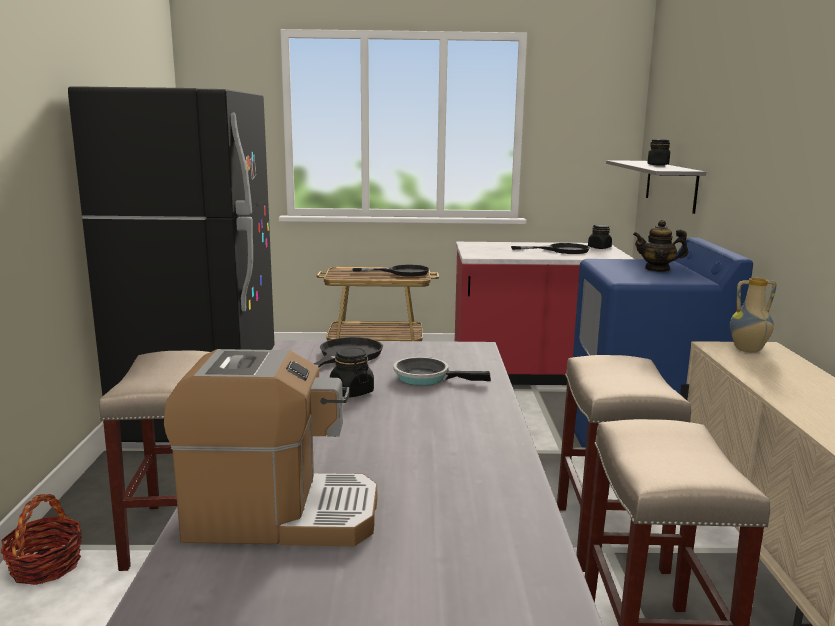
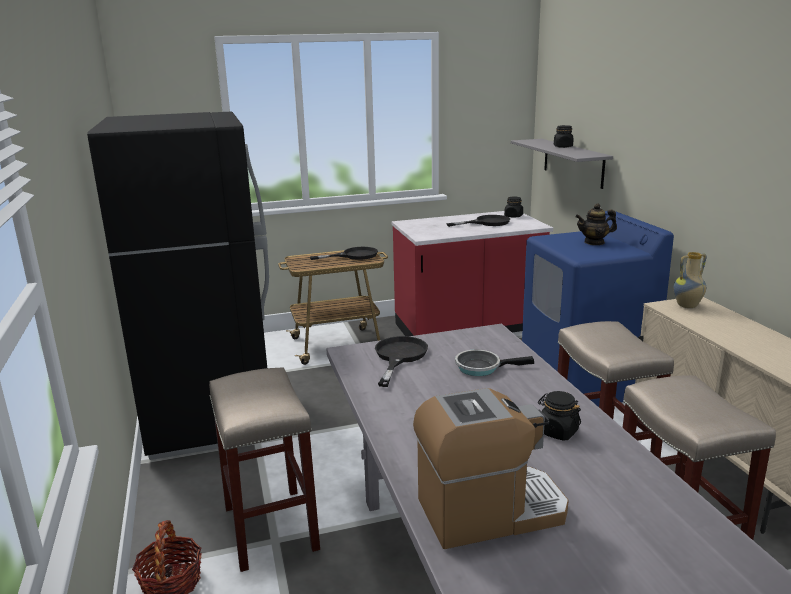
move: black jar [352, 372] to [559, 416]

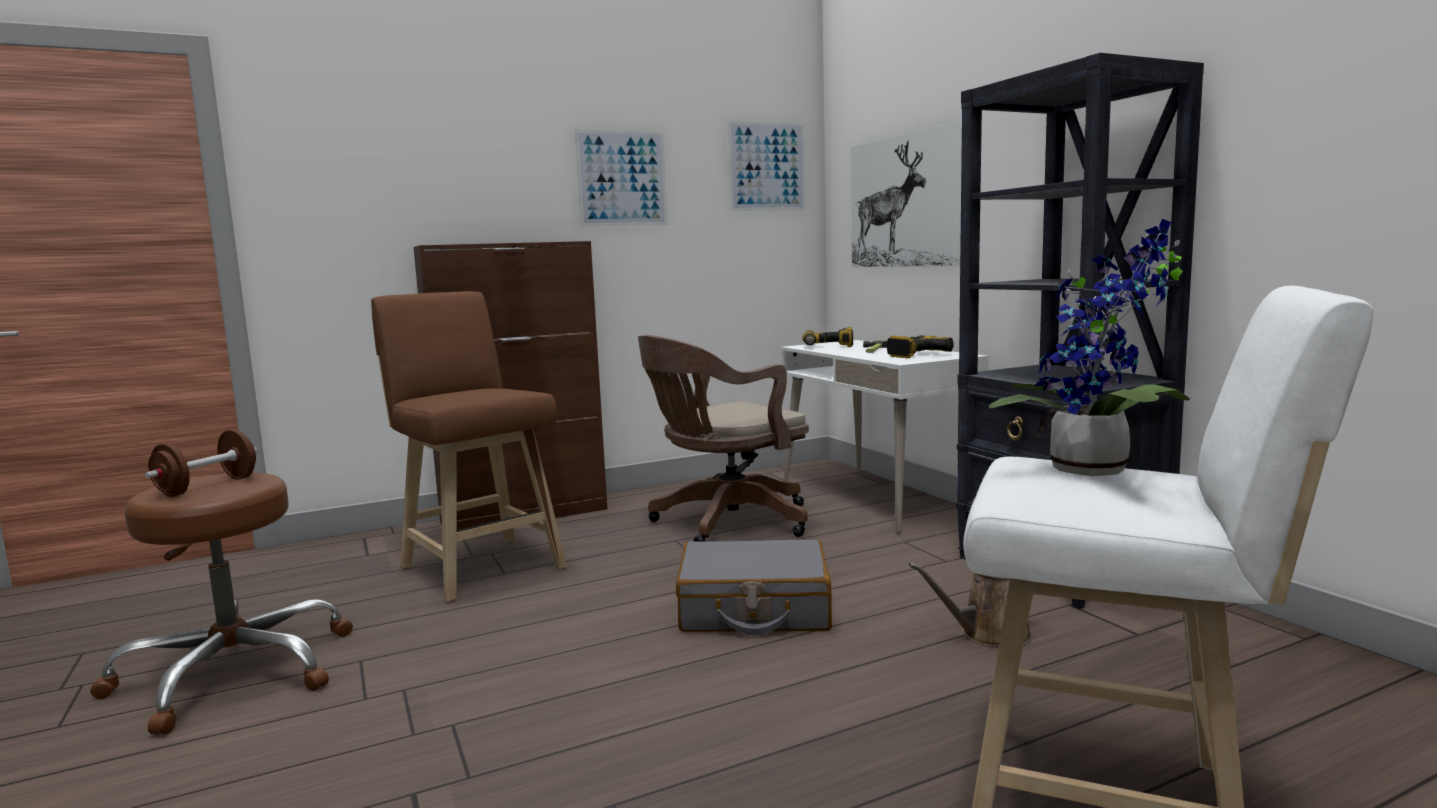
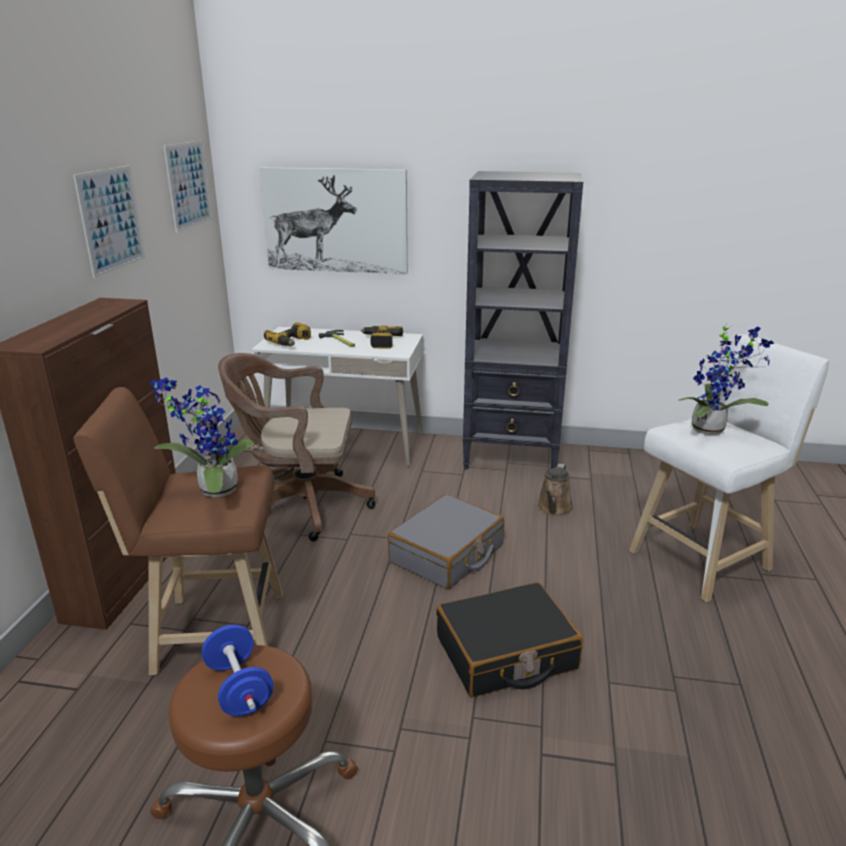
insert: potted plant [202, 437]; black suitcase [509, 639]
recolor: brown dumbbell [201, 463] to blue dumbbell [238, 670]
rotate: brown office chair [723, 438] = [297, 447] 90 degrees clockwise

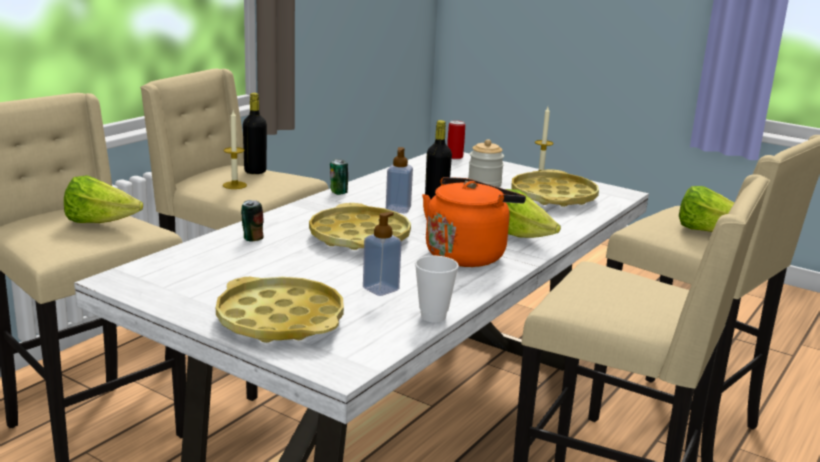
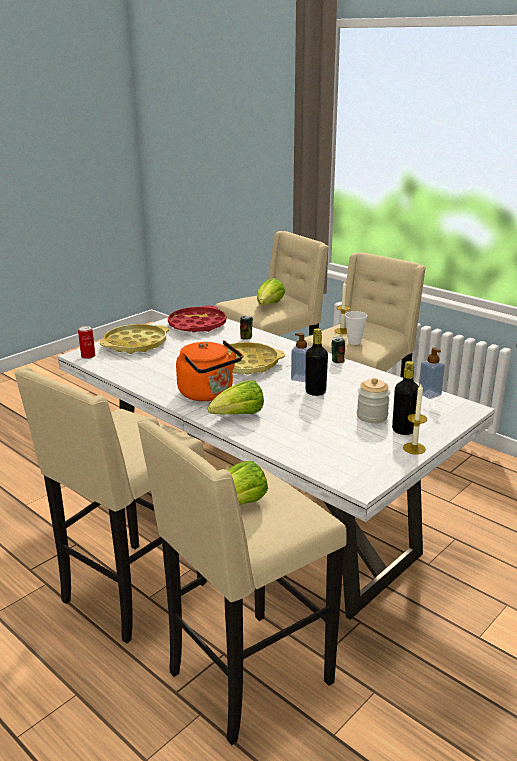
delete: yellow tray [555, 188]
insert: red tray [197, 318]
move: black bottle [255, 133] to [405, 398]; can [456, 139] to [86, 342]; soap dispenser [382, 254] to [432, 373]; cup [437, 289] to [356, 328]

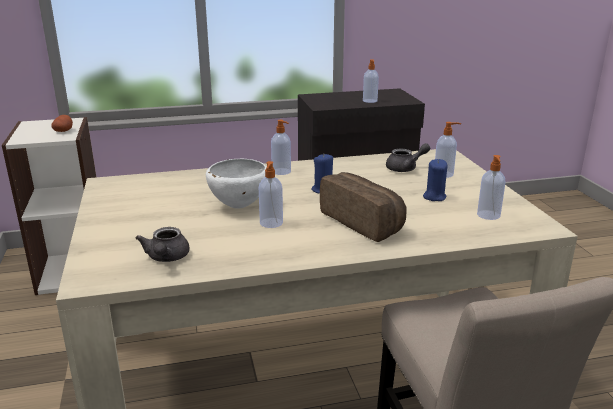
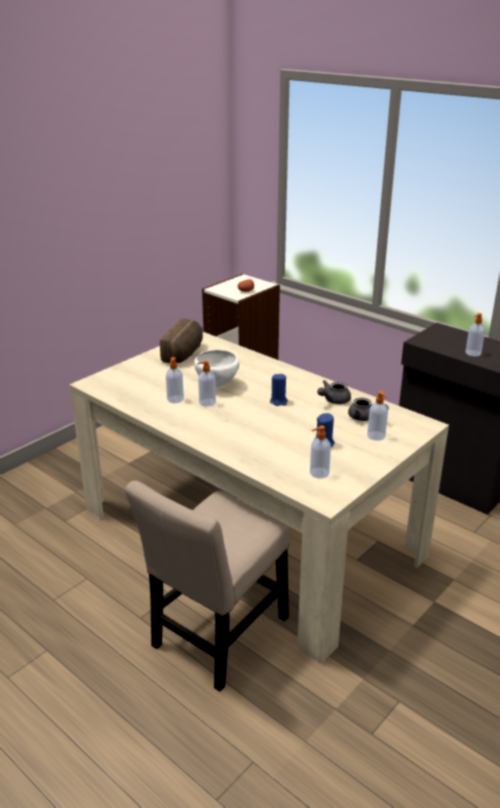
move: soap dispenser [281, 147] to [175, 380]; bread [363, 207] to [181, 341]; grey teapot [162, 244] to [334, 392]

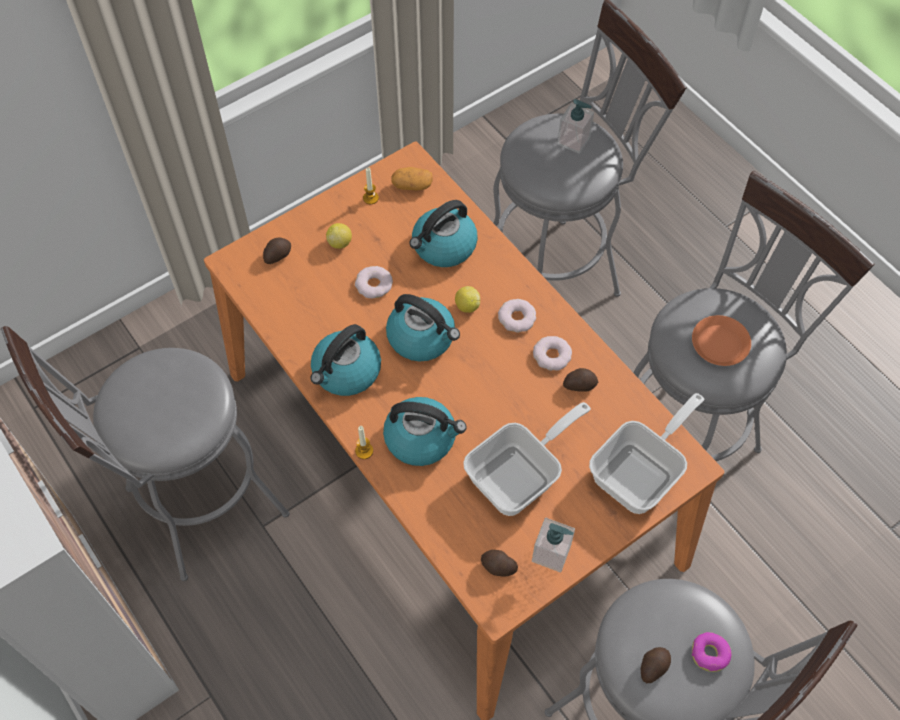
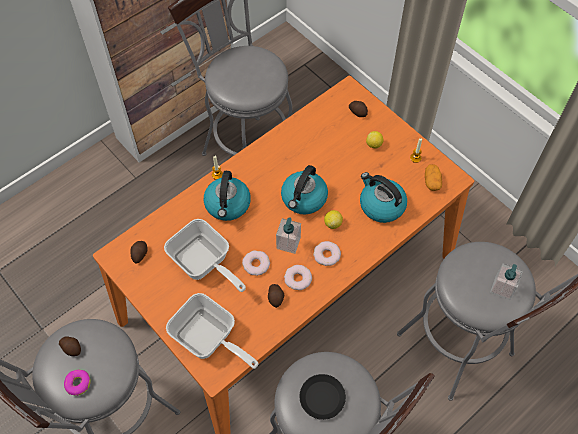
delete: kettle [345, 360]
move: donut [374, 282] to [256, 263]; soap dispenser [553, 545] to [288, 236]
recolor: orange plate [721, 340] to black plate [322, 397]

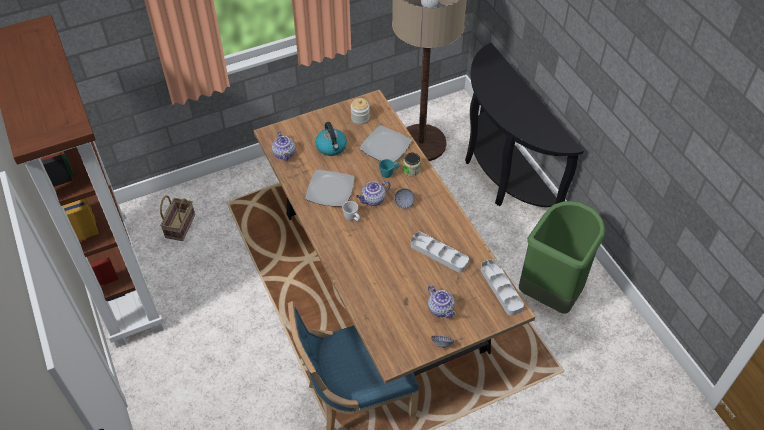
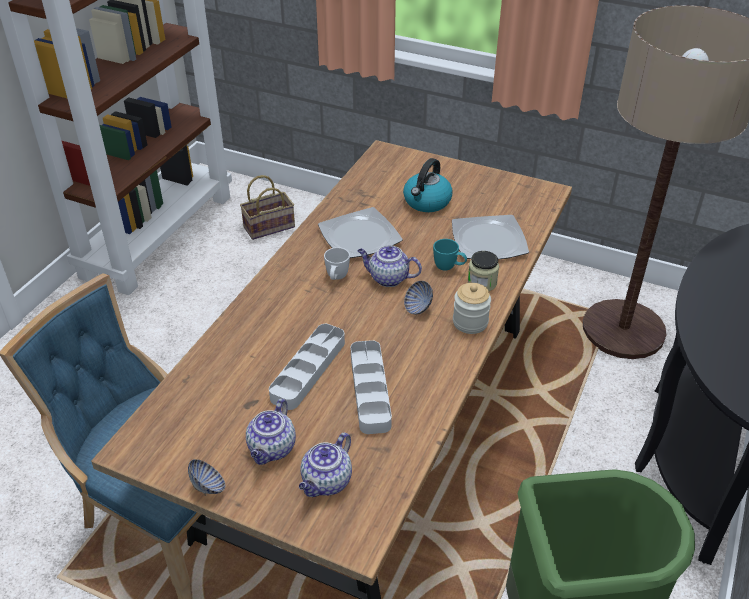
move: jar [360, 111] to [472, 308]; teapot [283, 146] to [325, 465]; grey tray [502, 287] to [307, 367]

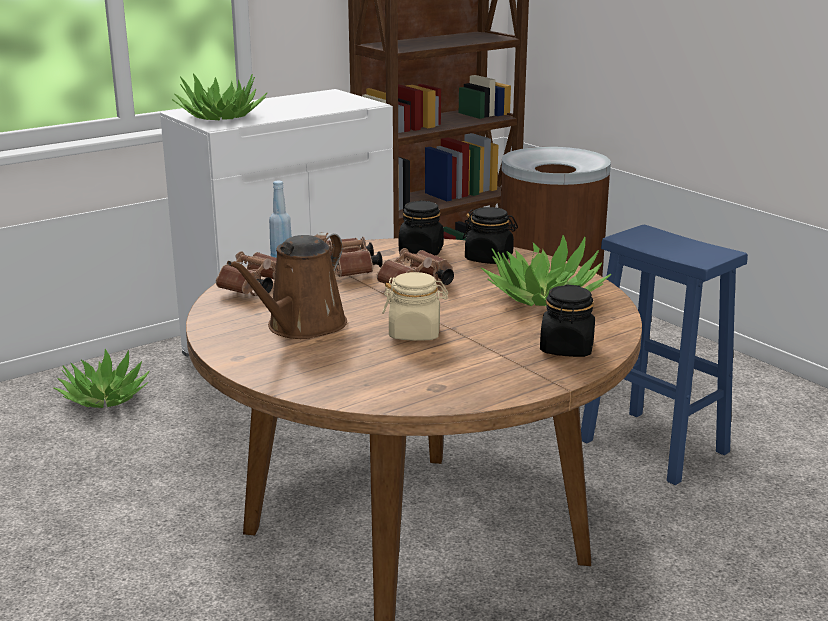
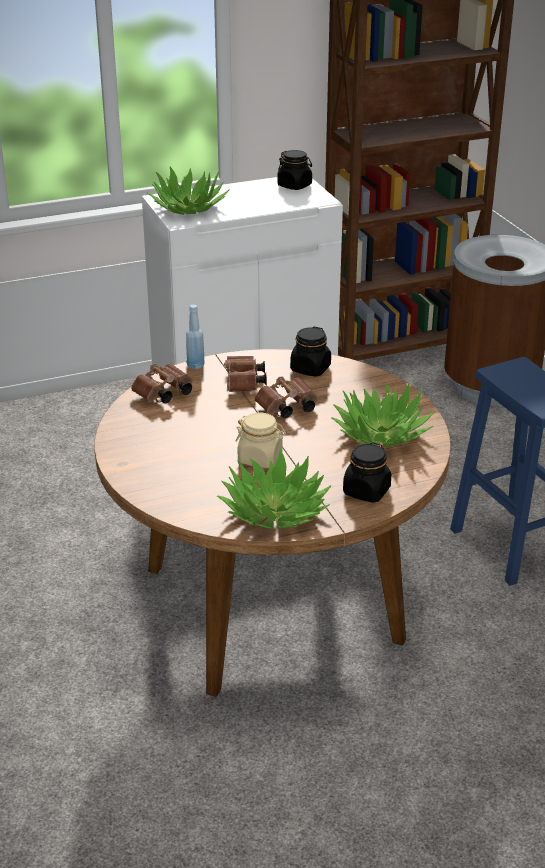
delete: brown watering can [287, 285]
move: black jar [490, 235] to [294, 170]; potted plant [102, 378] to [274, 489]

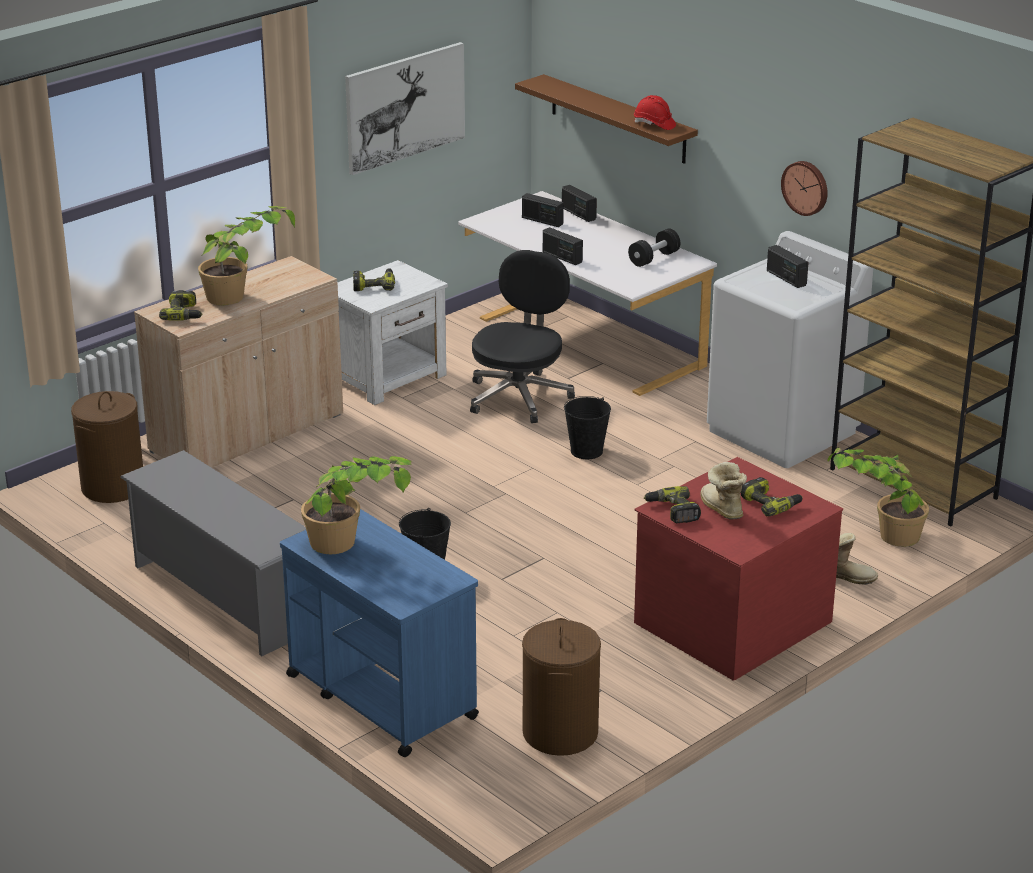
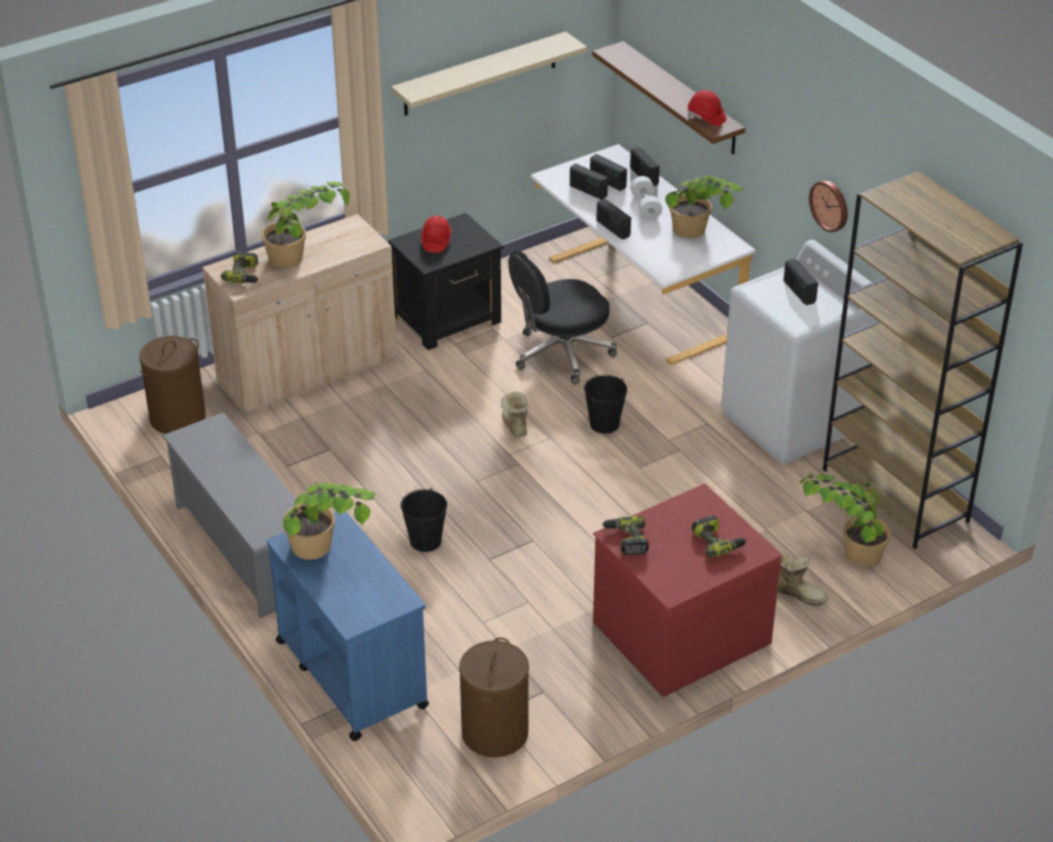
insert: radio [589, 182]; white dumbbell [646, 198]
move: boot [723, 491] to [514, 414]
replace: picture [405, 108] to beige shelf [489, 74]; black dumbbell [654, 248] to potted plant [704, 207]; power drill [374, 279] to red hard hat [436, 234]
recolor: white nightstand [392, 332] to black nightstand [446, 281]
rotate: black office chair [522, 336] = [562, 317] 150 degrees counterclockwise

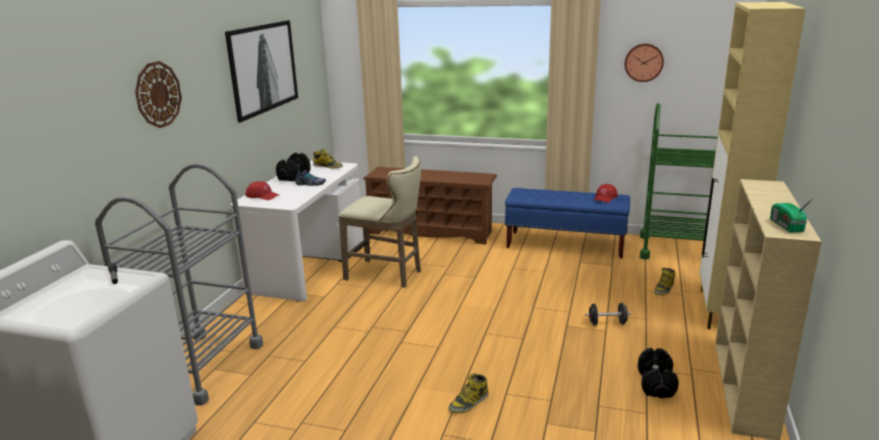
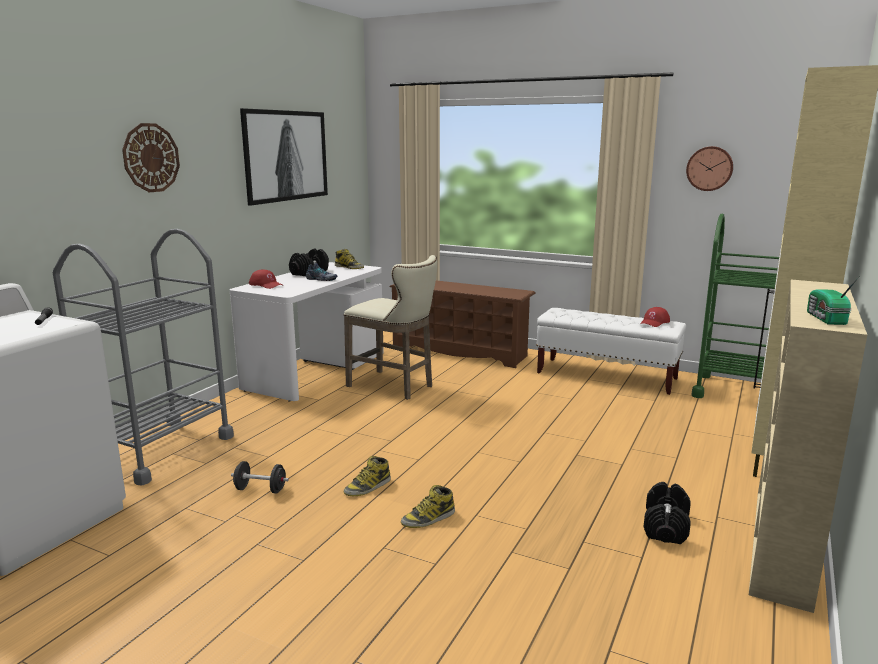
move: boot [664, 281] to [367, 476]; black dumbbell [608, 314] to [260, 477]
recolor: blue bench [567, 223] to white bench [611, 351]

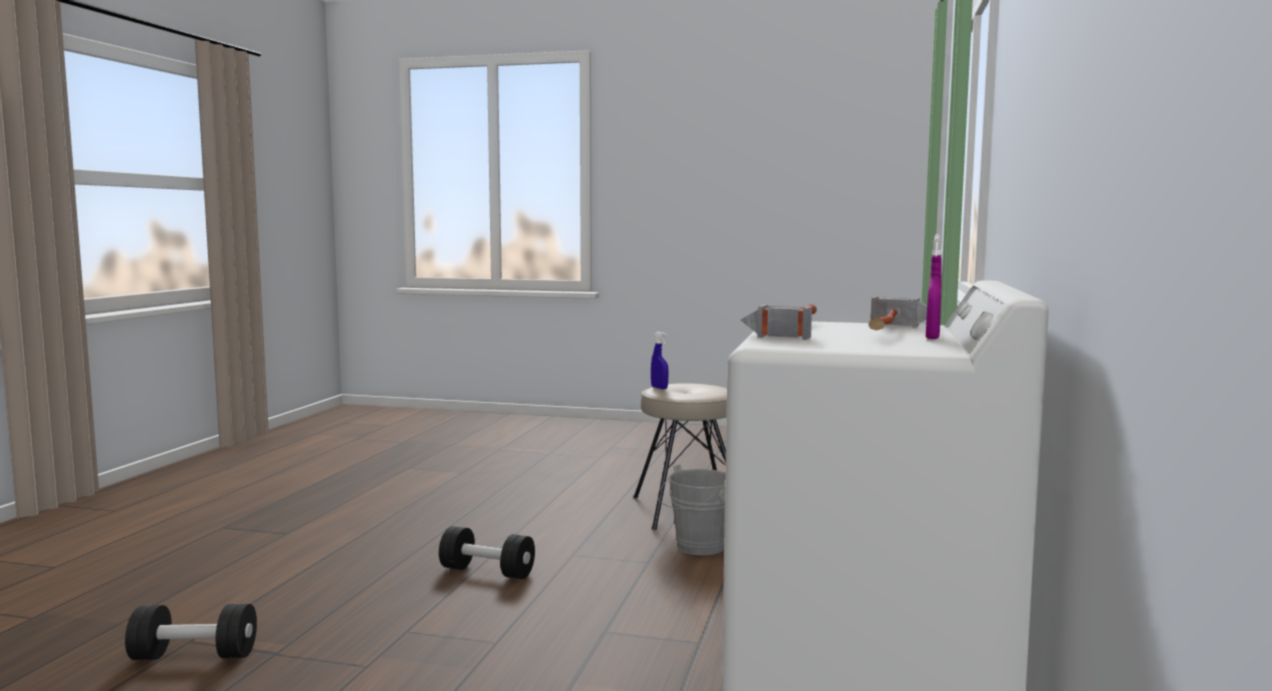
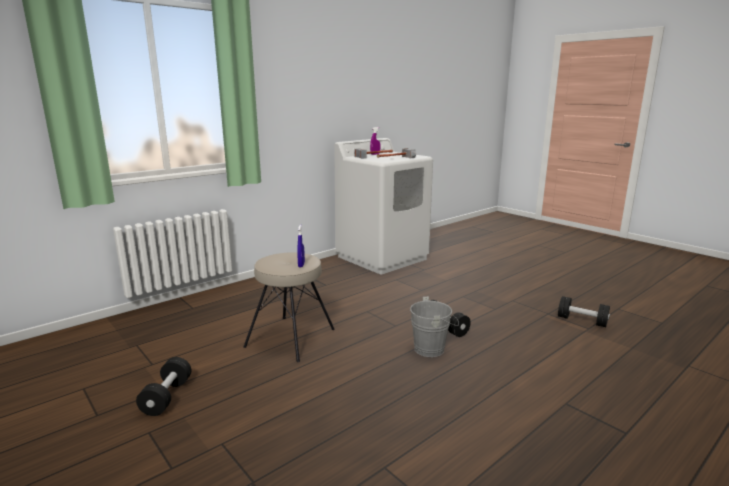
insert: black dumbbell [164, 386]
move: grey bucket [691, 509] to [434, 327]

